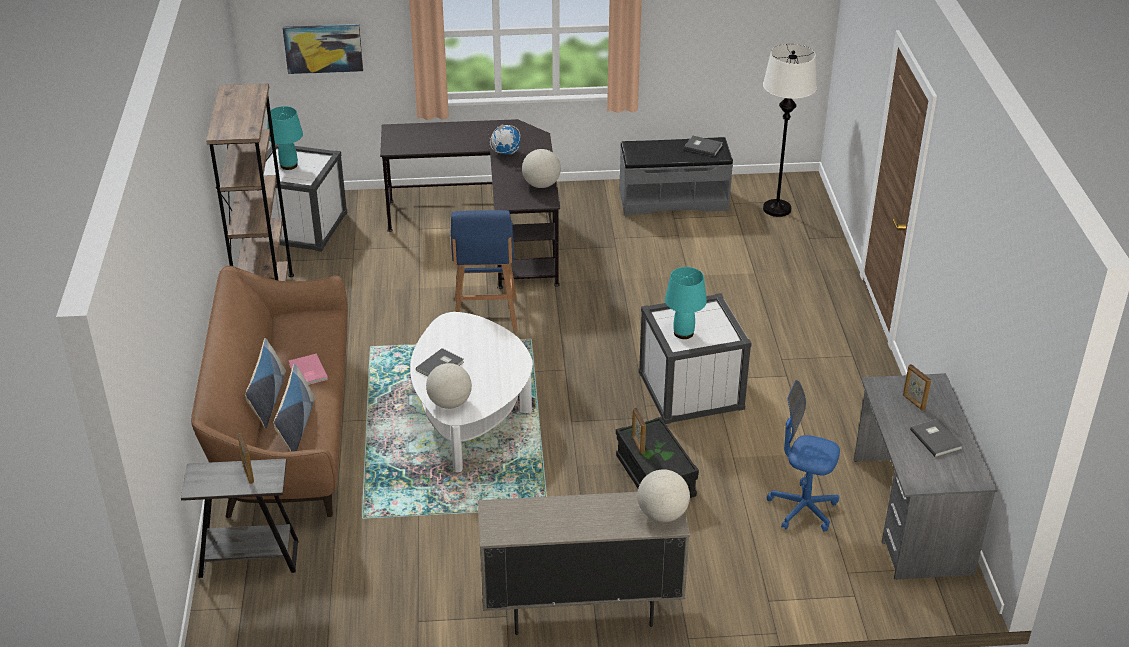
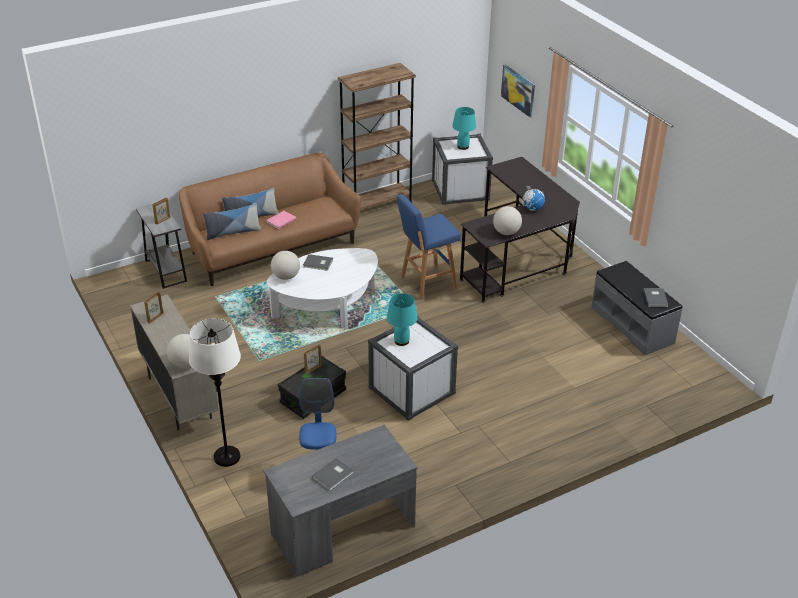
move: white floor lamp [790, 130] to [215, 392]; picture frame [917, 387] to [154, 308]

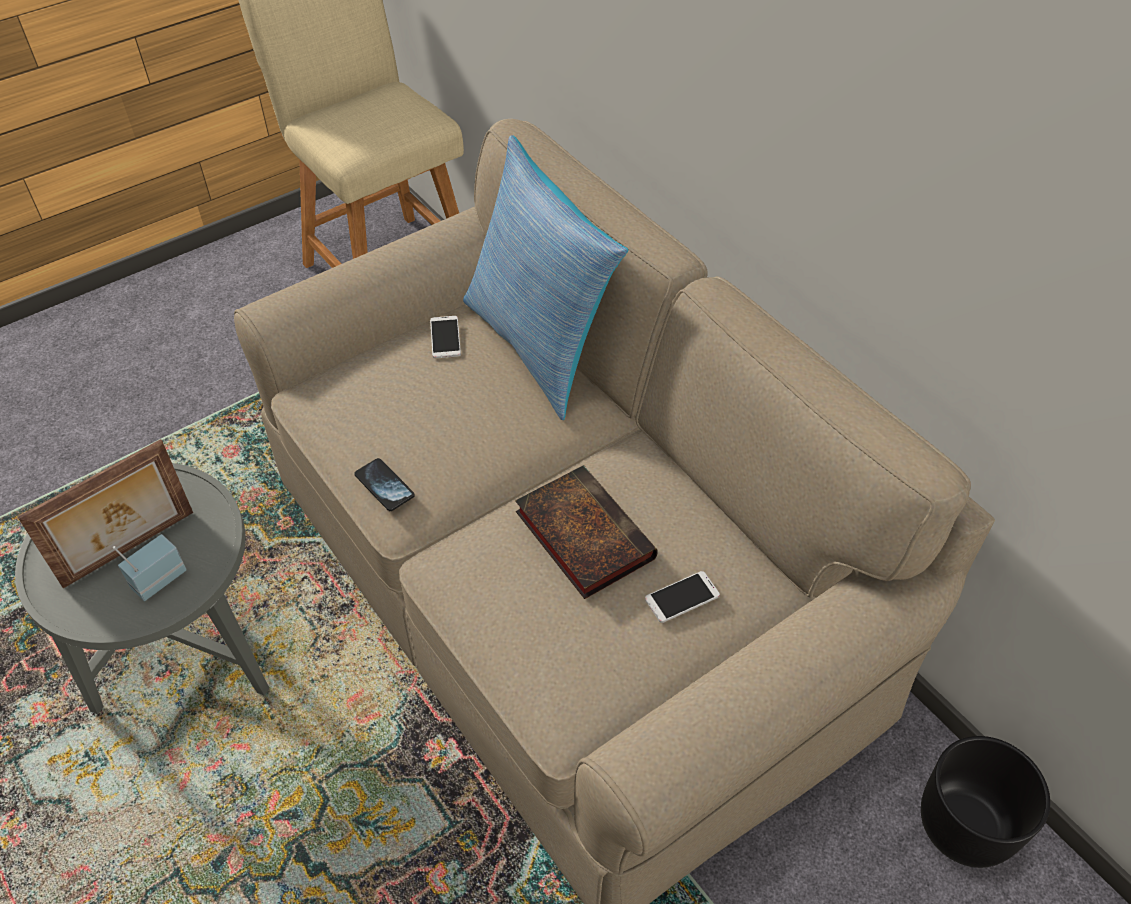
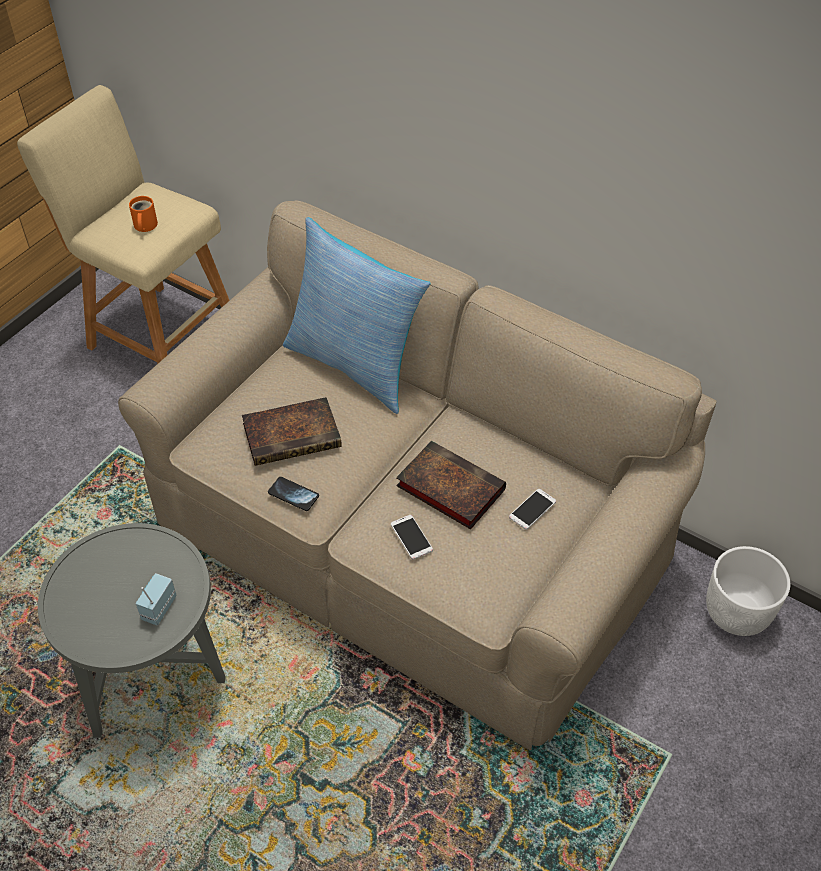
delete: picture frame [105, 513]
insert: orange mug [143, 214]; book [292, 431]
move: phone [445, 337] to [412, 537]
recolor: black planter [985, 802] to white planter [748, 591]

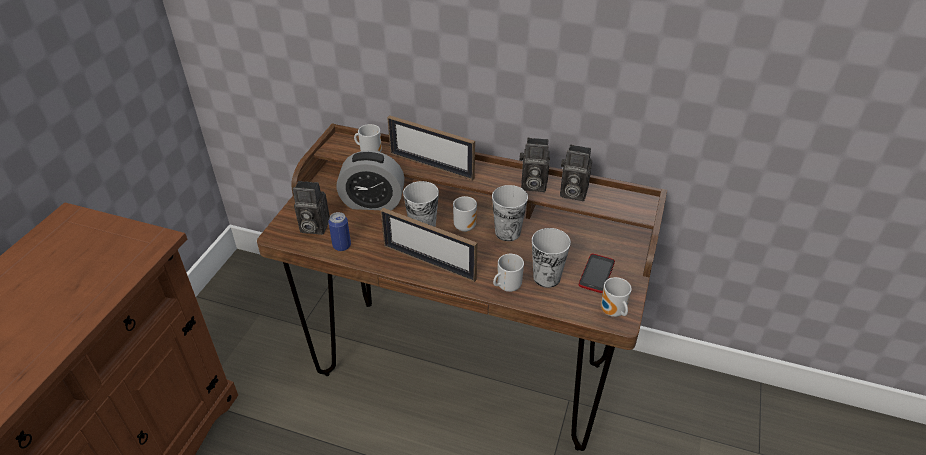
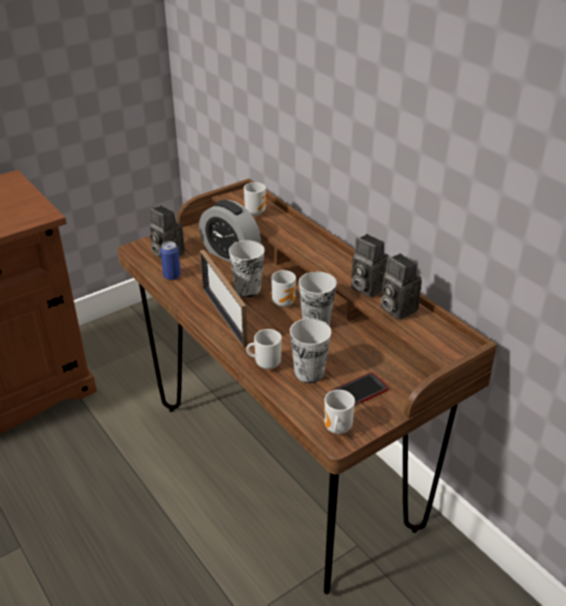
delete: picture frame [431, 147]

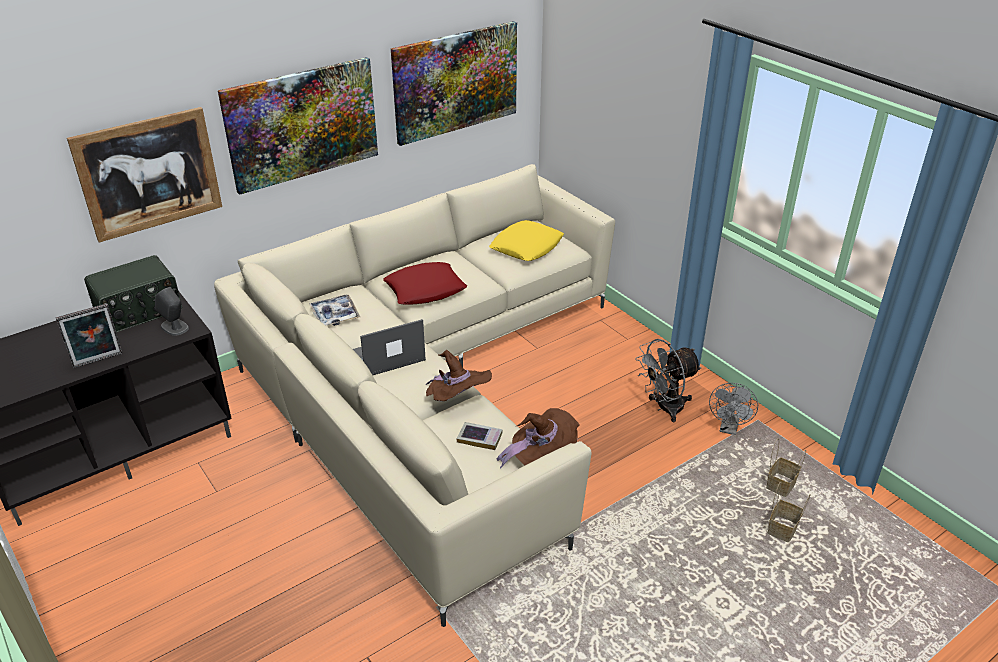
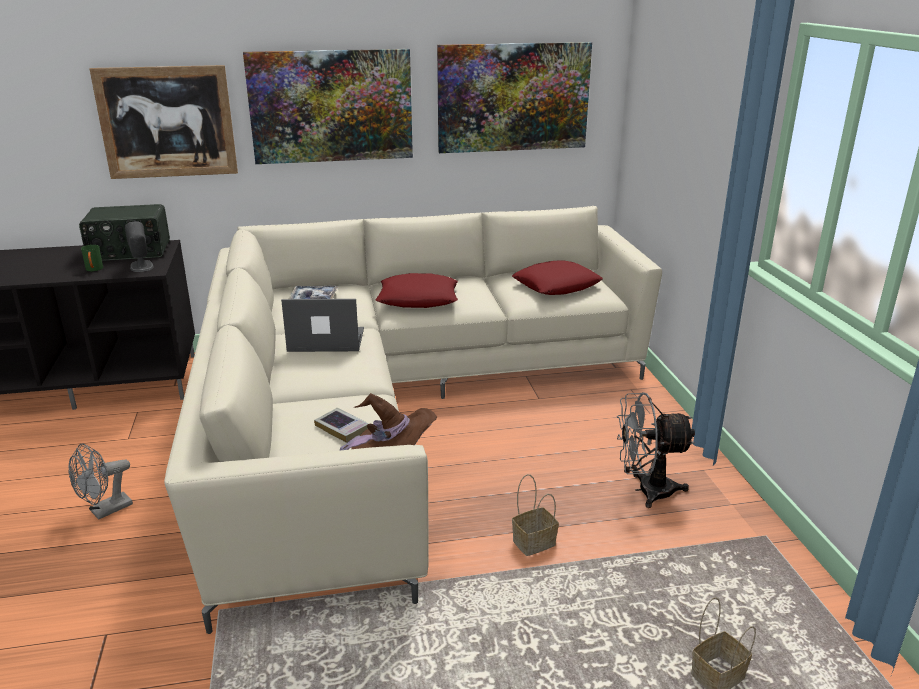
delete: picture frame [89, 335]; brown hat [459, 375]
insert: green mug [92, 258]
move: grey fan [733, 409] to [100, 481]; basket [786, 467] to [535, 515]
recolor: yellow pillow [526, 240] to red pillow [557, 277]

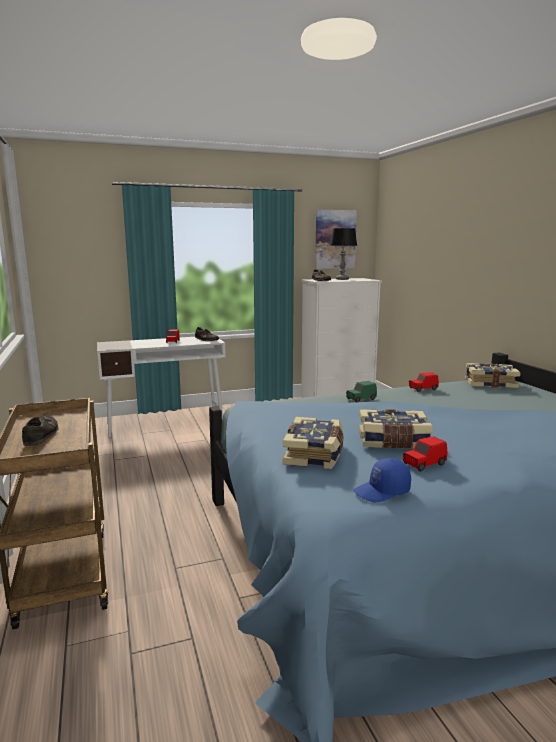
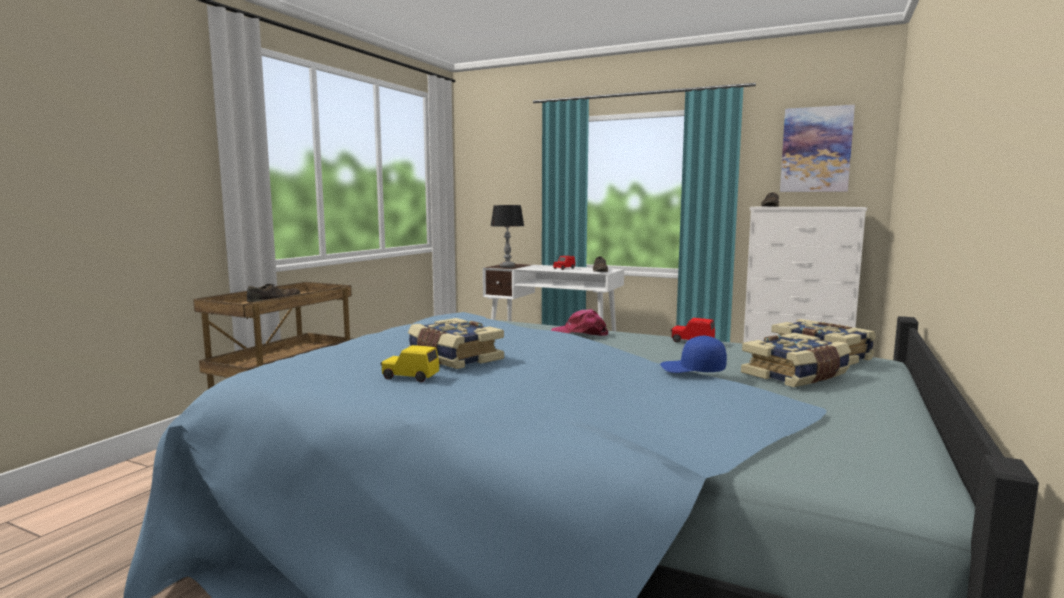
move: table lamp [343, 254] to [507, 236]; book [313, 443] to [796, 360]; blue cap [382, 480] to [693, 354]
replace: green toy car [361, 391] to pink cap [579, 322]
recolor: red toy car [425, 453] to yellow toy car [410, 363]

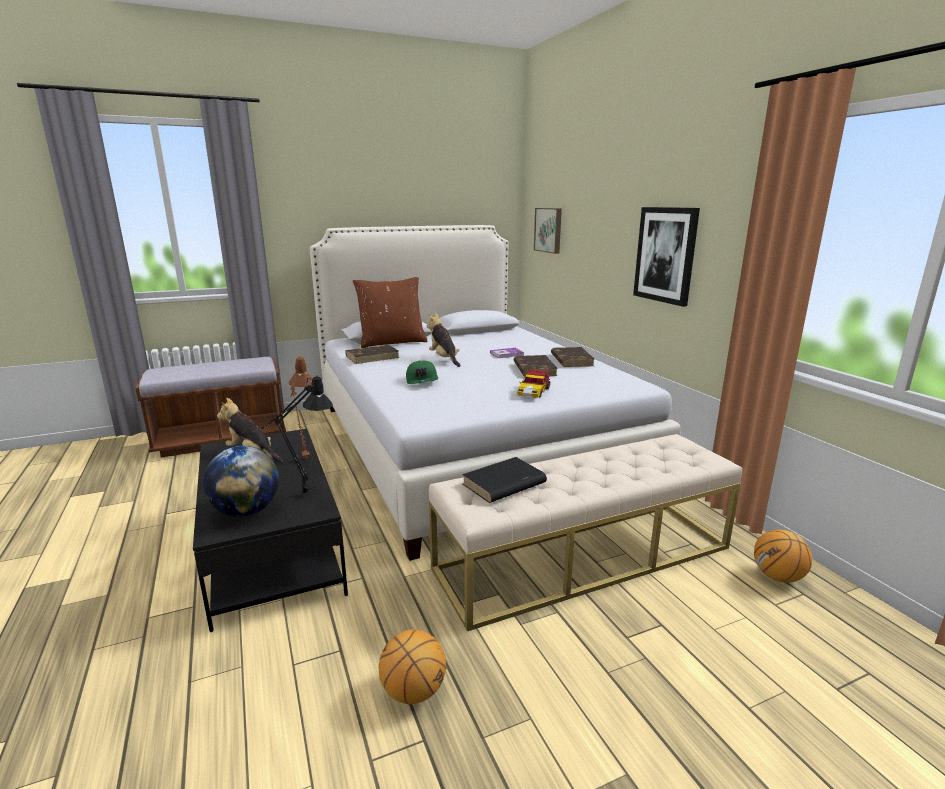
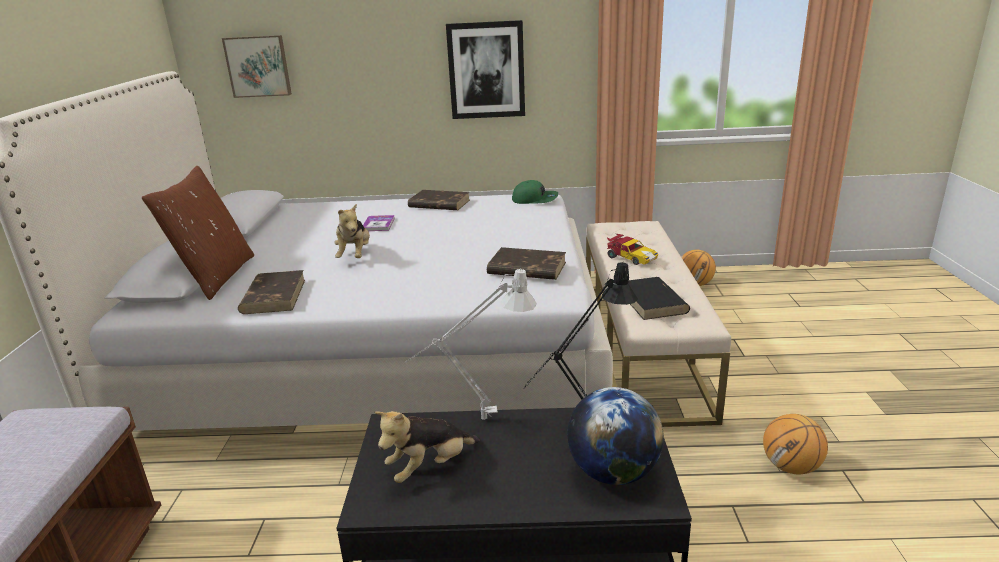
move: brown book [535, 366] to [526, 263]; green cap [422, 372] to [535, 192]; toy car [533, 383] to [633, 249]
recolor: brown table lamp [300, 407] to grey table lamp [471, 344]
rotate: plush toy [444, 340] = [352, 230] 90 degrees counterclockwise

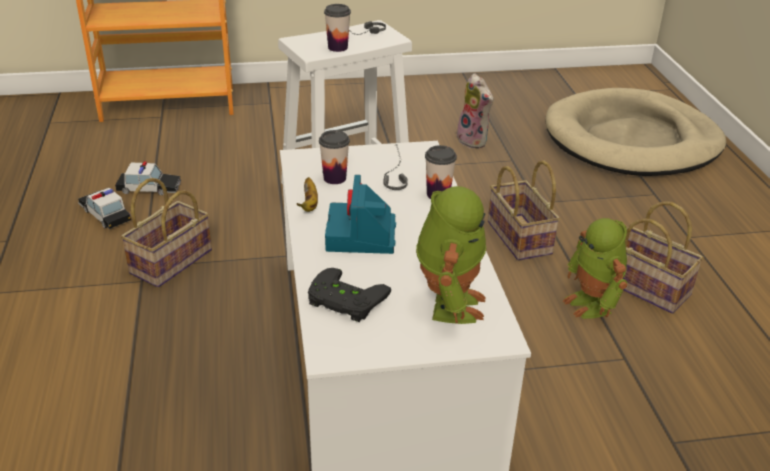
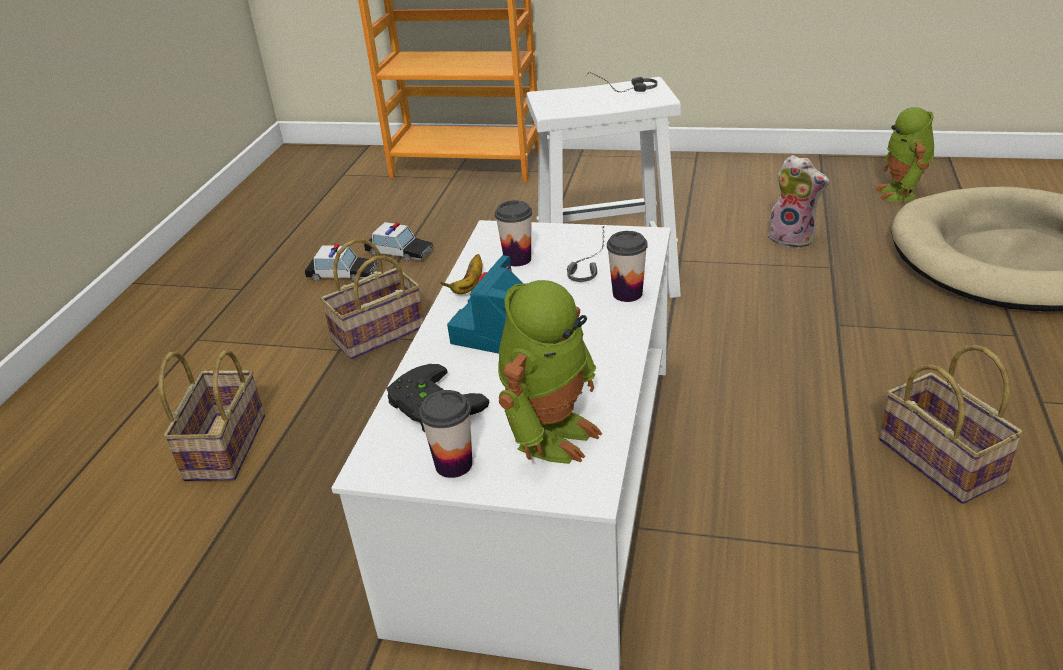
move: cup [337, 28] to [445, 434]; basket [524, 210] to [212, 415]; toy robot [594, 268] to [904, 154]
rotate: plush toy [475, 110] = [798, 201] 45 degrees counterclockwise; toy car [104, 208] = [341, 262] 120 degrees clockwise

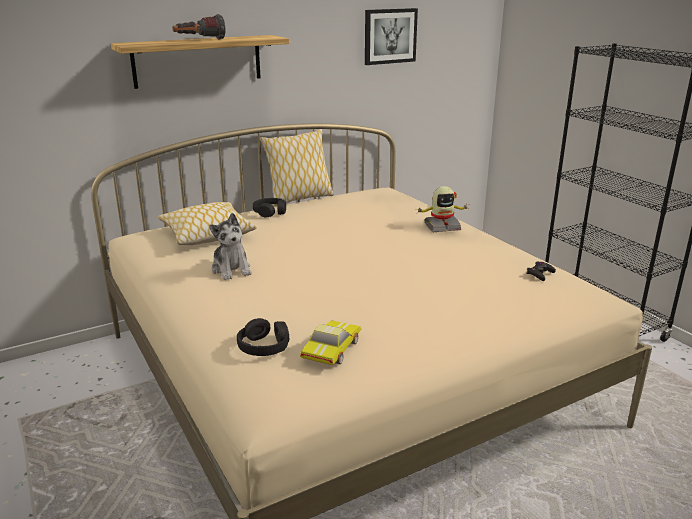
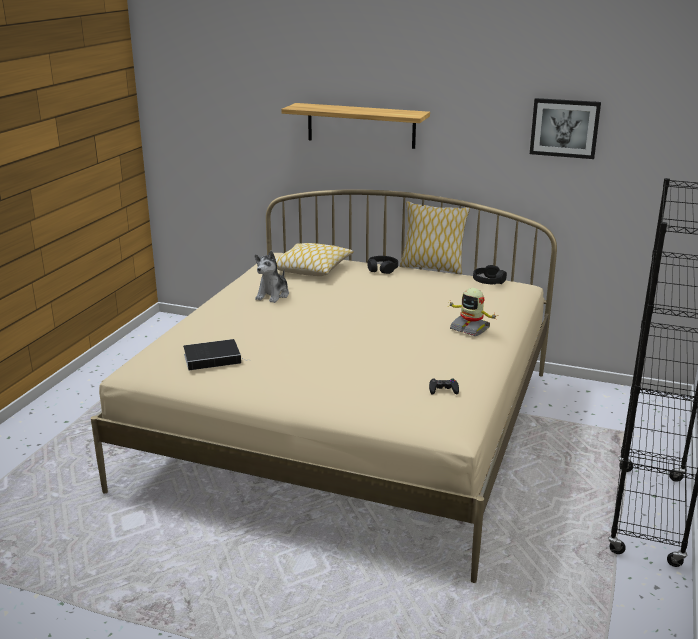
delete: flashlight [198, 26]
move: black headphones [263, 337] to [490, 275]
replace: toy car [330, 342] to book [216, 354]

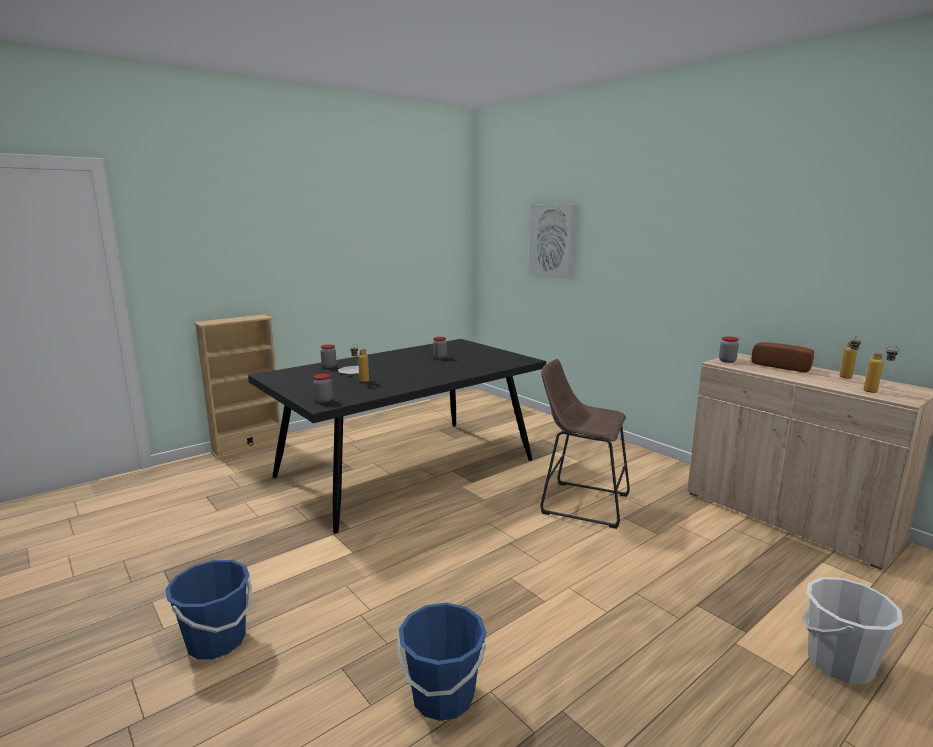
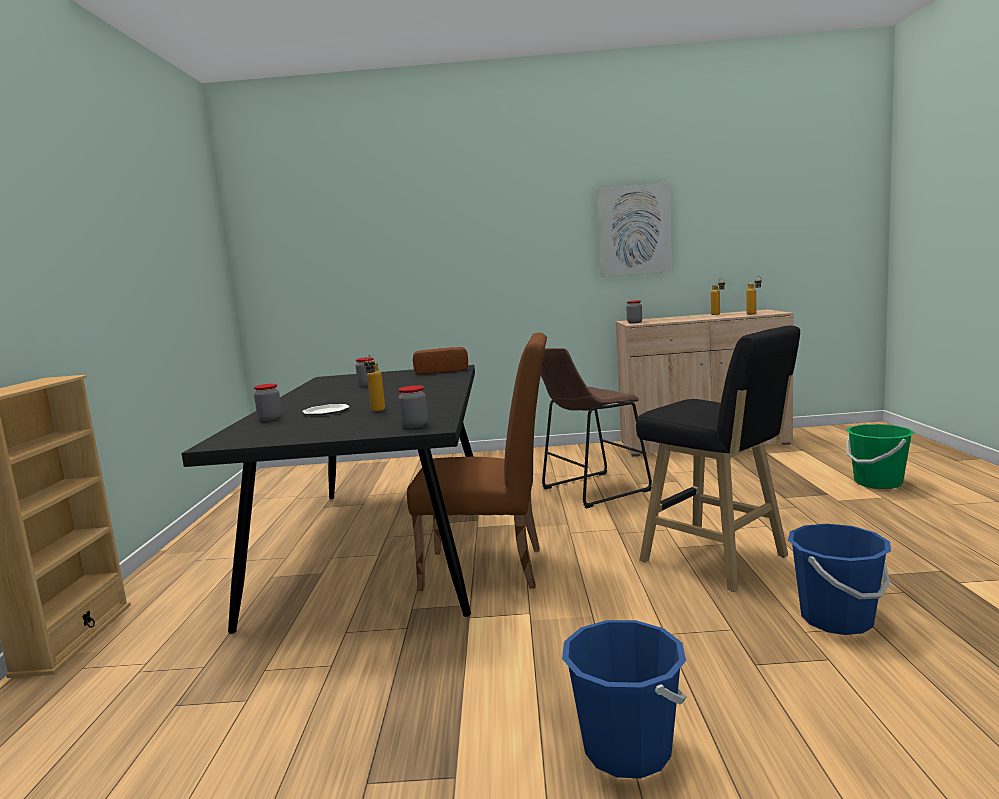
insert: black stool [718, 459]; brown chair [477, 462]
move: picture [553, 242] to [634, 230]; bread [783, 357] to [440, 360]
recolor: white bucket [852, 630] to green bucket [880, 456]

